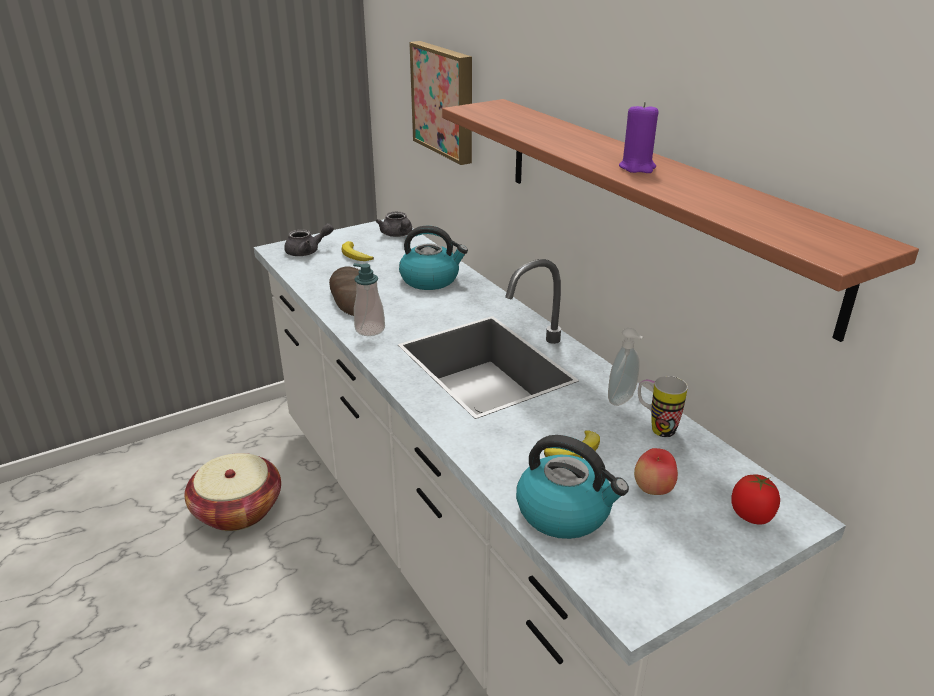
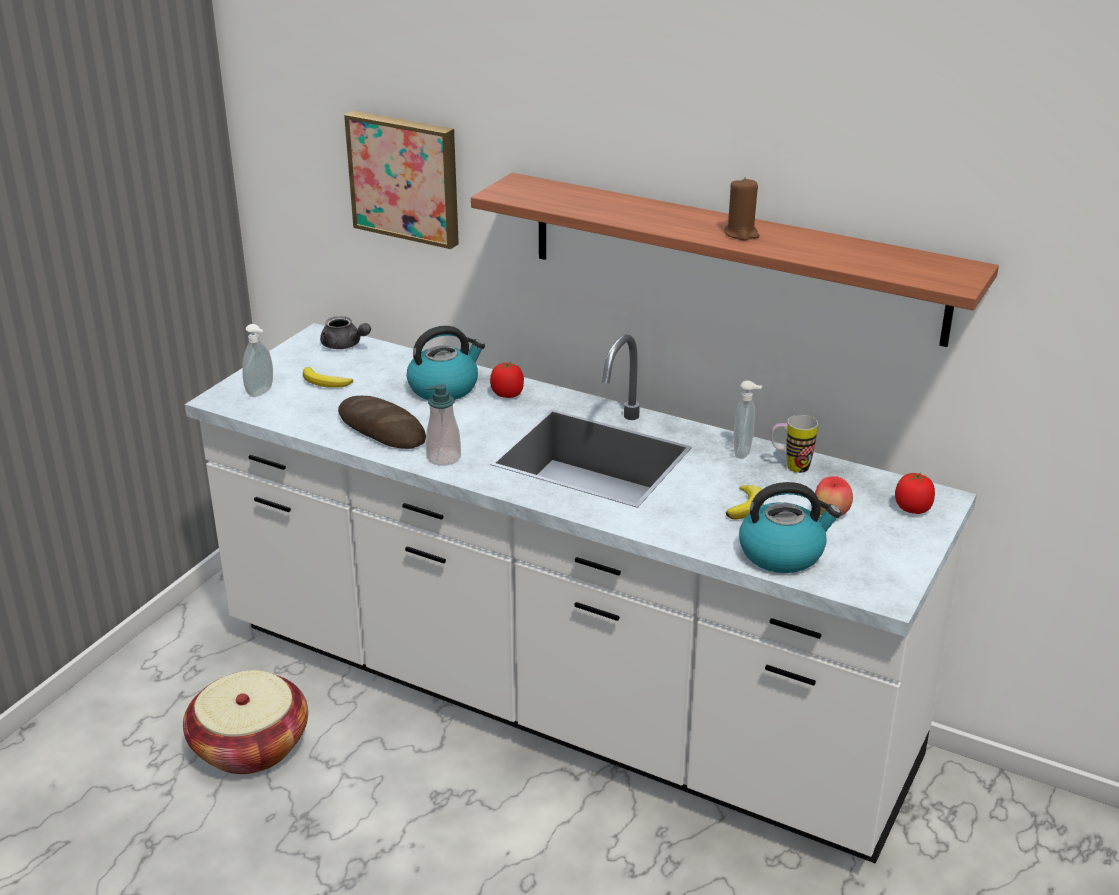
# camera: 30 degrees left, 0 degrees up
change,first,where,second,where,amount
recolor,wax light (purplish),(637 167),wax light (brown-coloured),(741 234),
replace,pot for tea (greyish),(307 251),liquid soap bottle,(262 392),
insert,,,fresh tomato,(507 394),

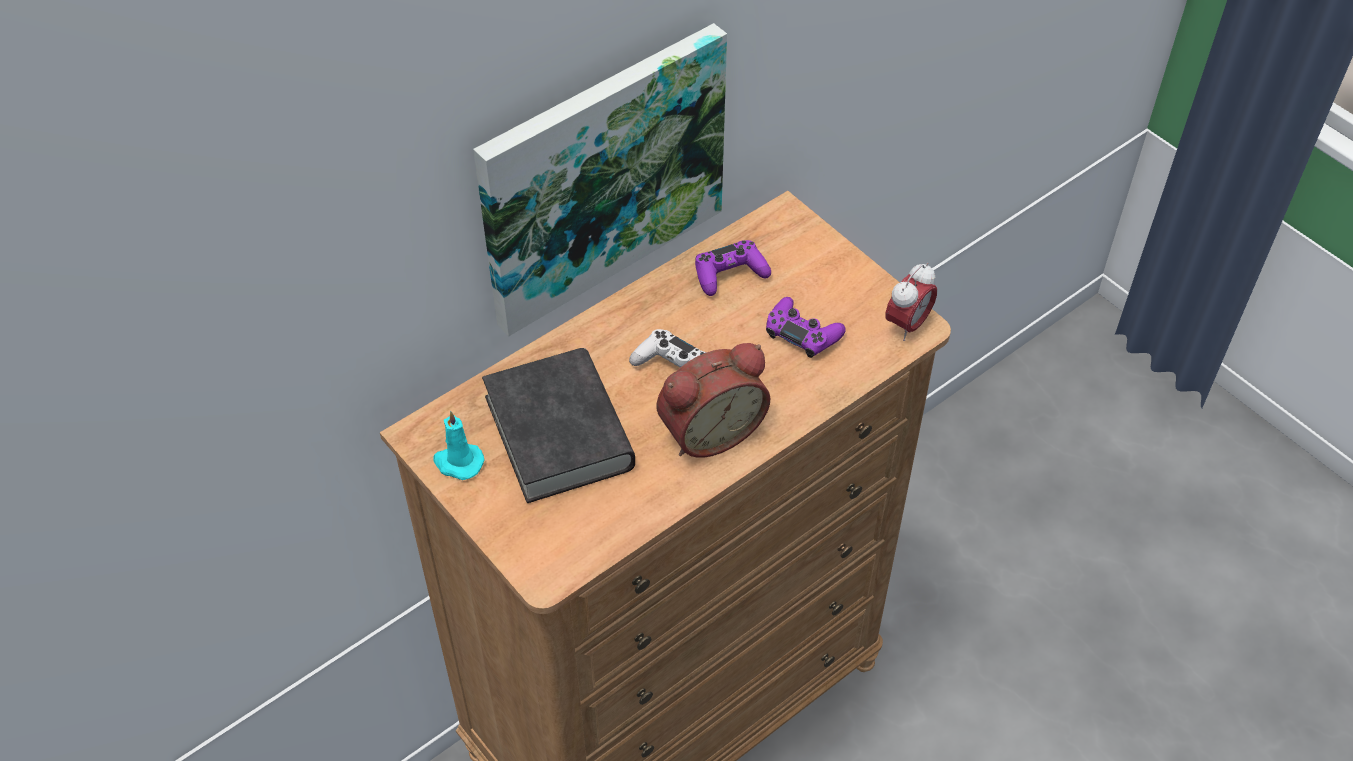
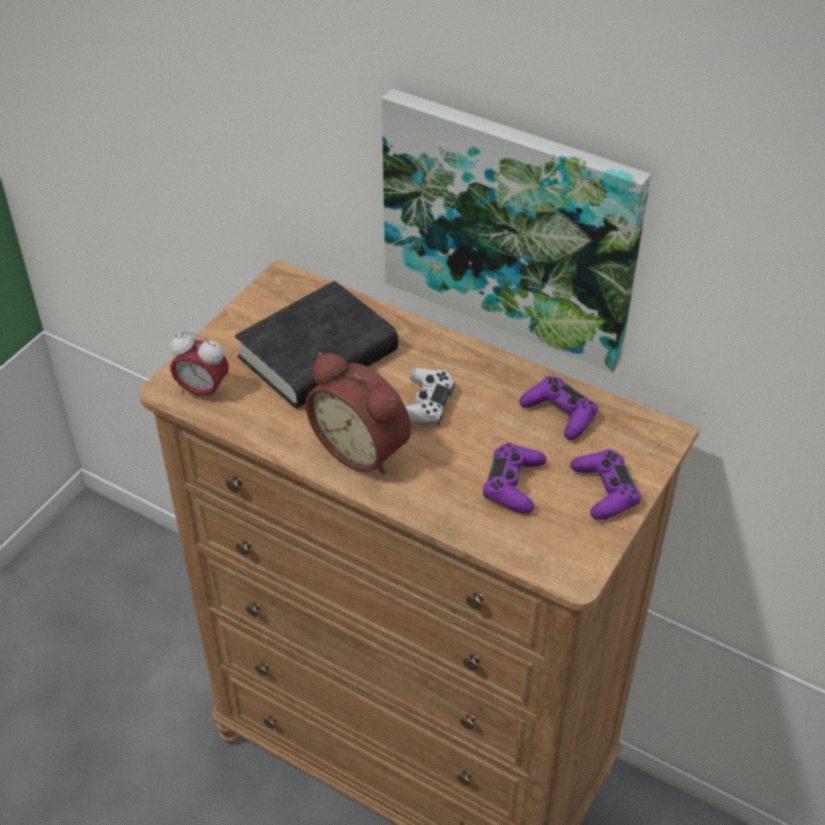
# camera: 70 degrees right, 5 degrees down
change,first,where,second,where,amount
move,bedside clock,(907 325),,(203 391),
delete,wax light (turquoise-coloured),(458 462),,,
insert,,,game controller (purplish),(604 491),

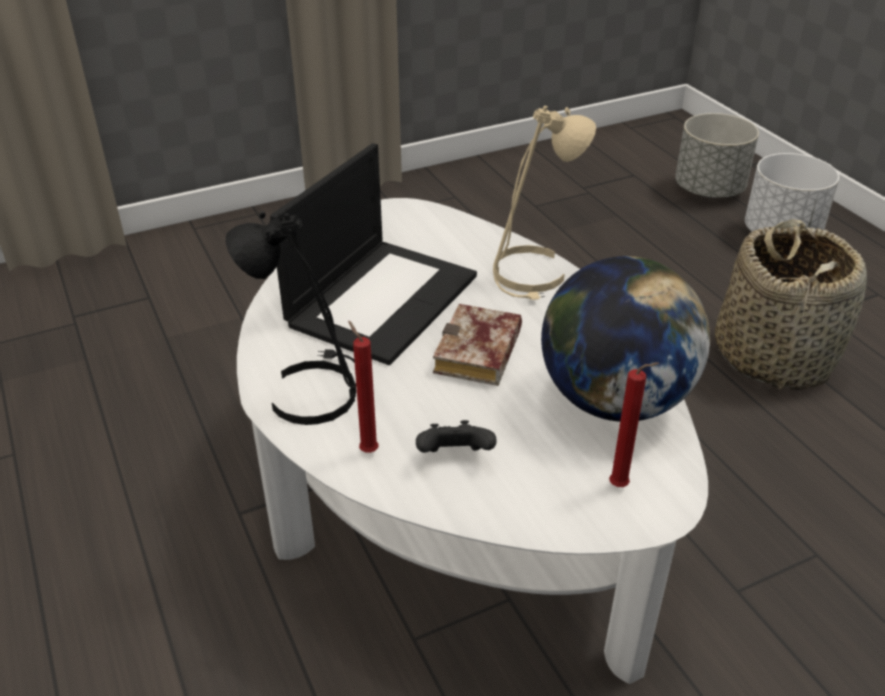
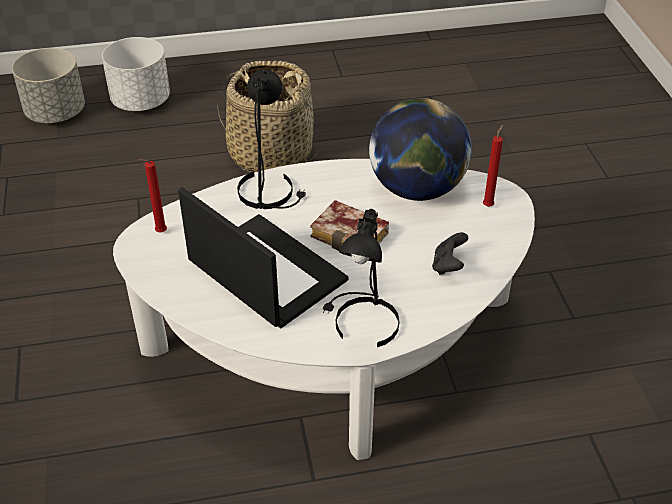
# camera: 75 degrees left, 5 degrees up
change,first,where,second,where,amount
recolor,table lamp (sand-coloured),(531 274),table lamp (blackish),(269 191),
move,wax light (red),(367 450),,(159 232),

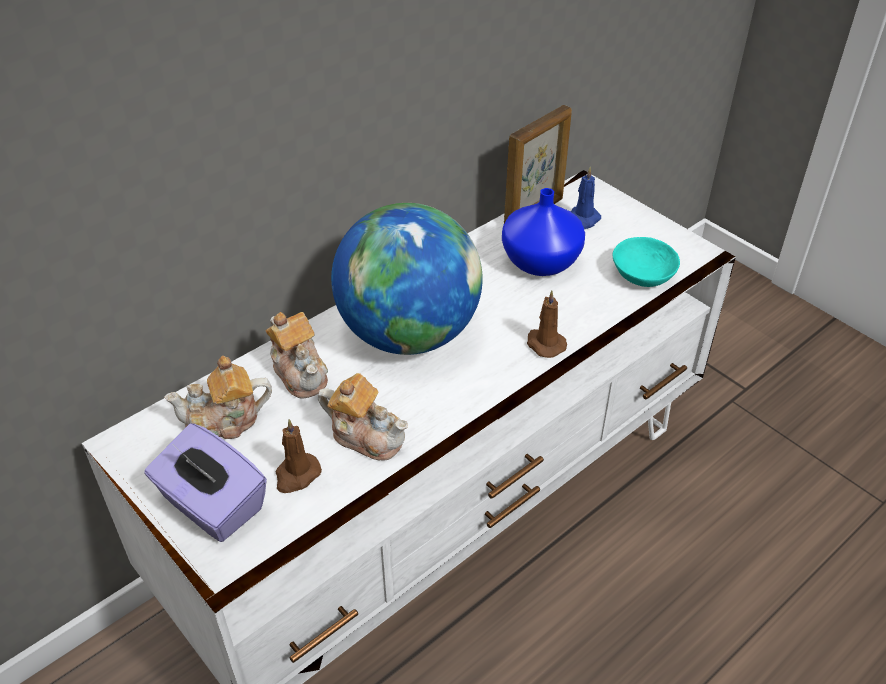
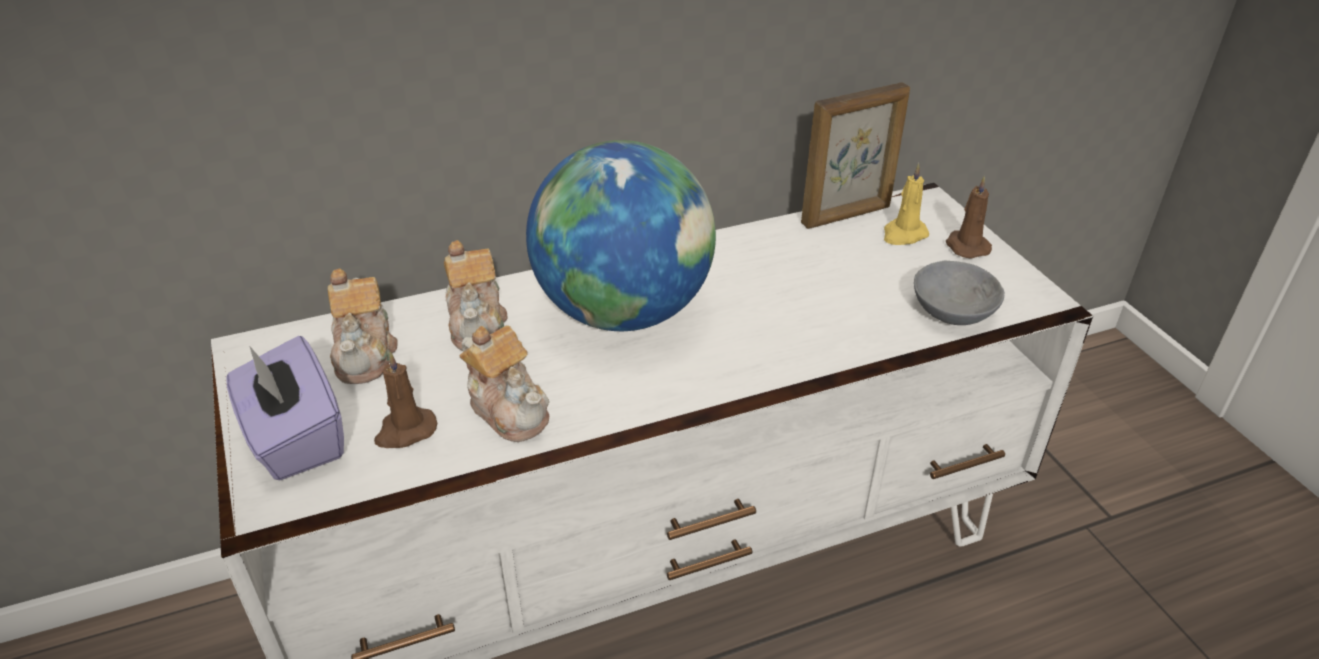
# camera: 20 degrees right, 5 degrees down
change,first,where,second,where,amount
recolor,wax light (bluish),(582 220),wax light (yellow-coloured),(903 235),
delete,flower vase (bluish),(539 262),,,
recolor,bowl (turquoise-coloured),(640 274),bowl (greyish),(949 309),
move,wax light (brown-coloured),(544 344),,(966 246),
rotate,pot for tea,(224 421),,(366 354),105 degrees counterclockwise

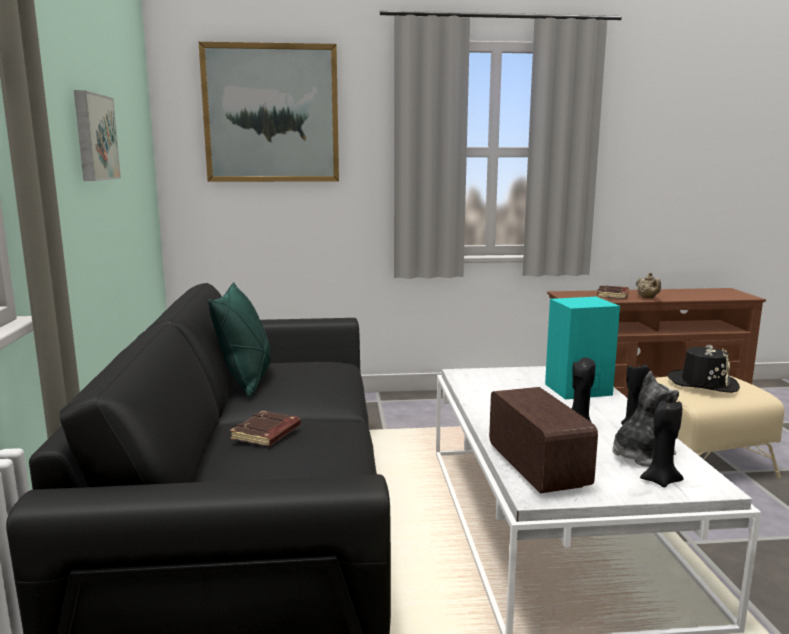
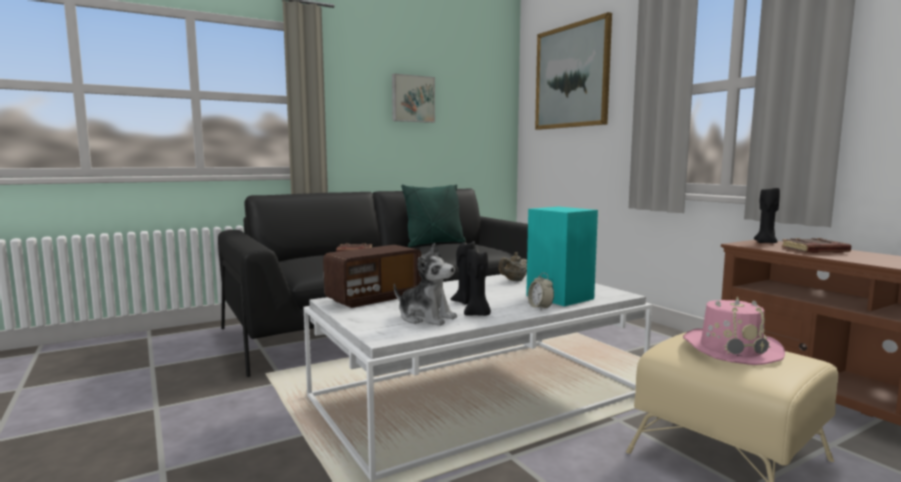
# camera: 65 degrees right, 5 degrees down
change,first,where,second,where,amount
move,pot for tea (sand-coloured),(647 298),,(514 280),
recolor,wearable hat (blackish),(703 383),wearable hat (pinkish),(731 348),
move,wax light (blackish),(660 481),,(766 242),
insert,,,bedside clock,(540 308),

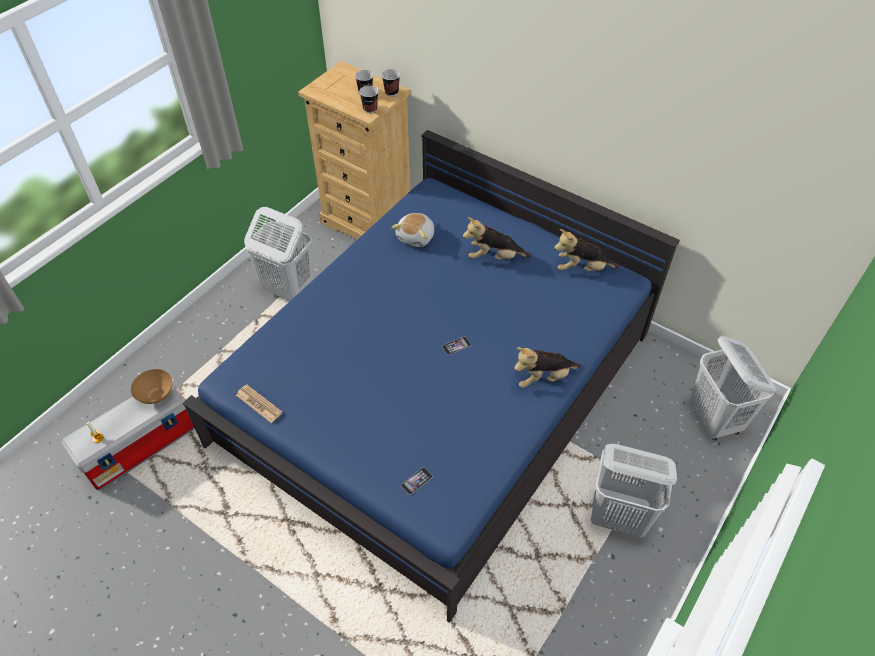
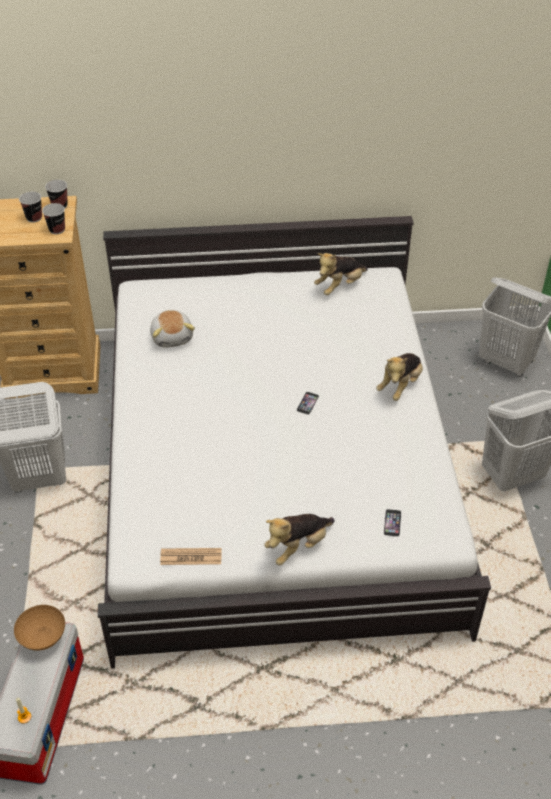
# camera: 40 degrees left, 5 degrees down
change,first,where,second,where,amount
recolor,bed (bluish),(438 387),bed (white),(275 472),
move,soft toy,(494 257),,(298 546),

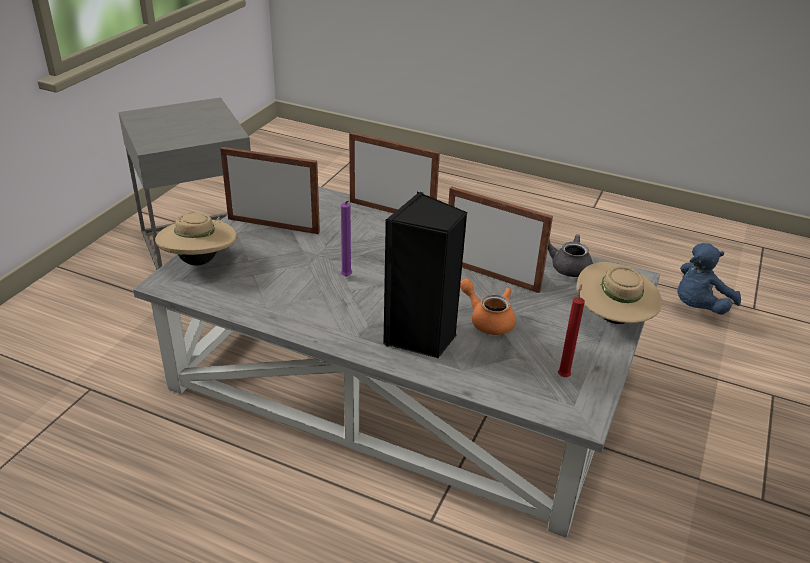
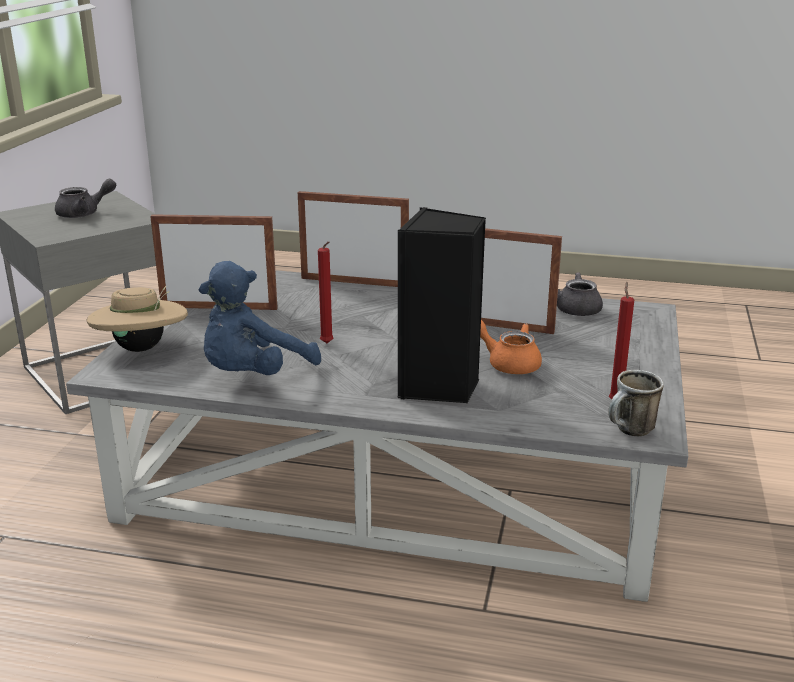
# camera: 10 degrees left, 10 degrees down
change,first,where,second,where,amount
recolor,wax light (purplish),(347 277),wax light (red),(327 344),
move,soft toy (bluish),(698 307),,(253 375),
delete,wearable hat (sand-coloured),(613 319),,,
insert,,,pot for tea (greyish),(84 213),
insert,,,coffee mug,(630 432),

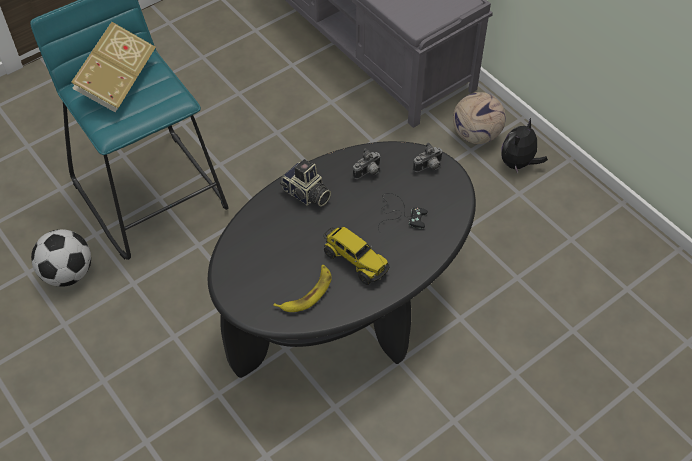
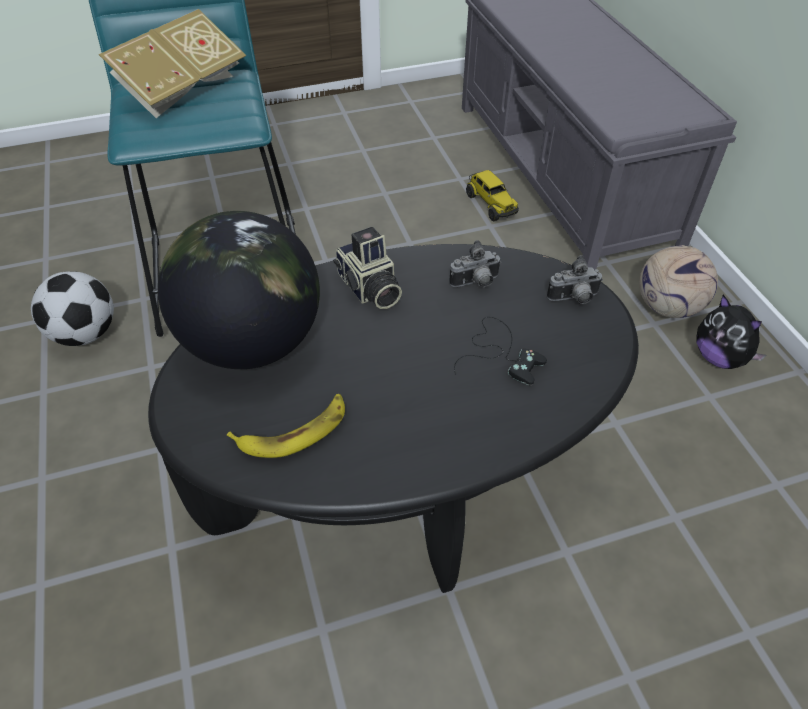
# camera: 20 degrees right, 5 degrees down
change,first,where,second,where,amount
rotate,soft toy,(518 164),,(719 357),90 degrees counterclockwise
move,toy lorry,(355 260),,(490 204),
insert,,,world globe,(253 343),

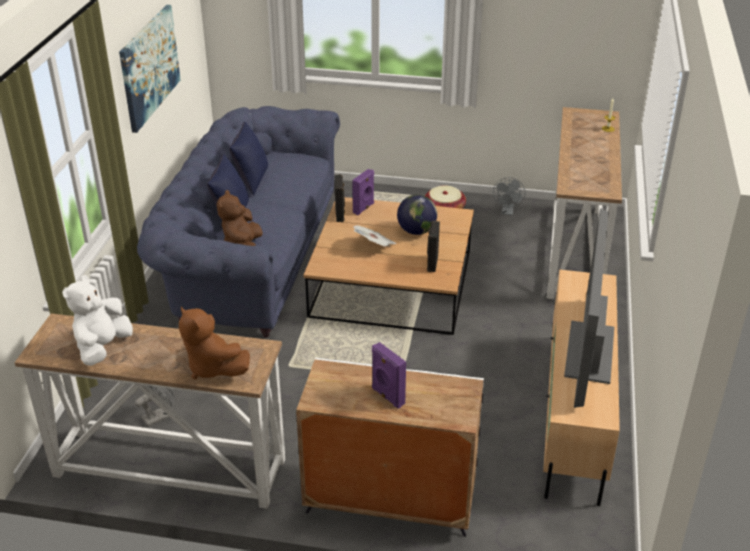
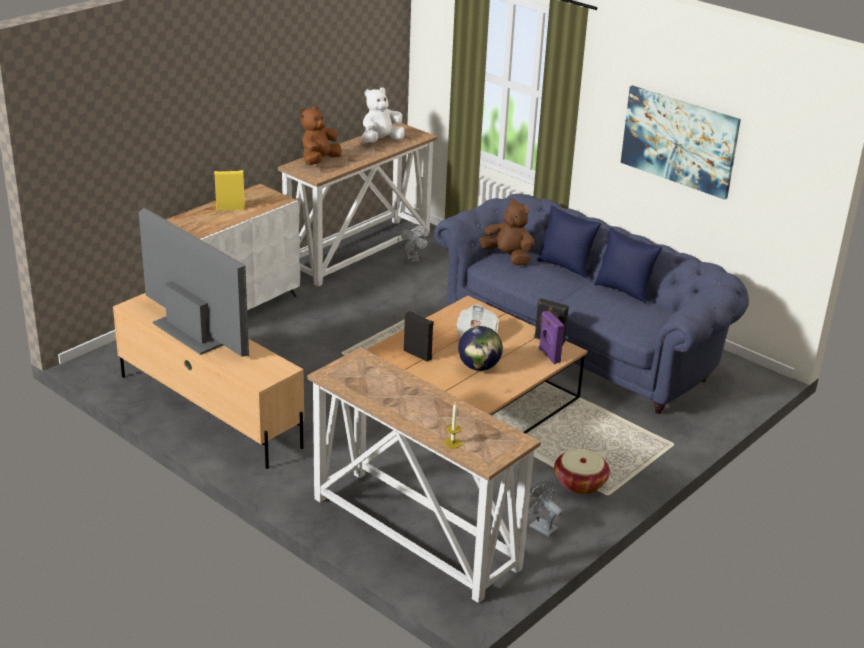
# camera: 120 degrees right, 5 degrees down
change,first,where,second,where,amount
rotate,soft toy (white),(102 348),,(380 141),90 degrees counterclockwise
rotate,soft toy (brown-coloured),(212 367),,(319 161),45 degrees counterclockwise
recolor,loudspeaker (purplish),(387 396),loudspeaker (yellow-coloured),(230 208),

